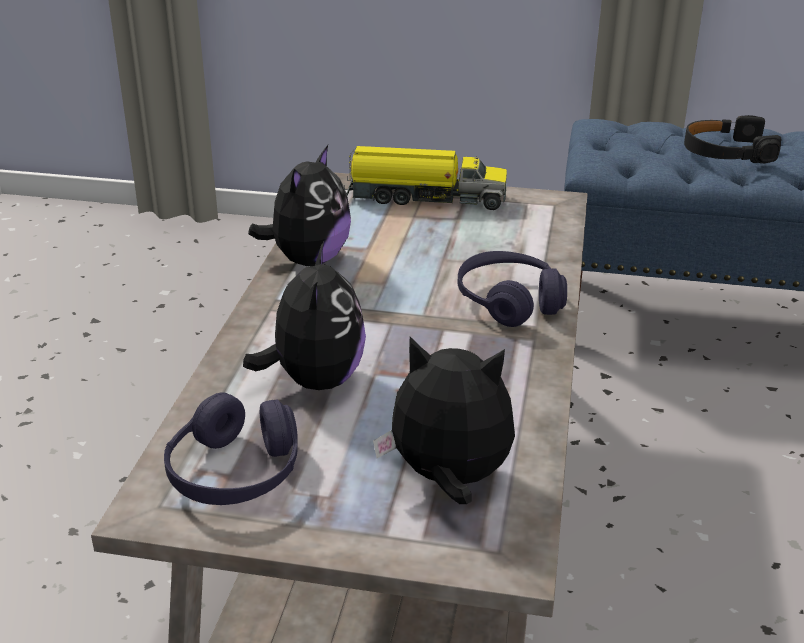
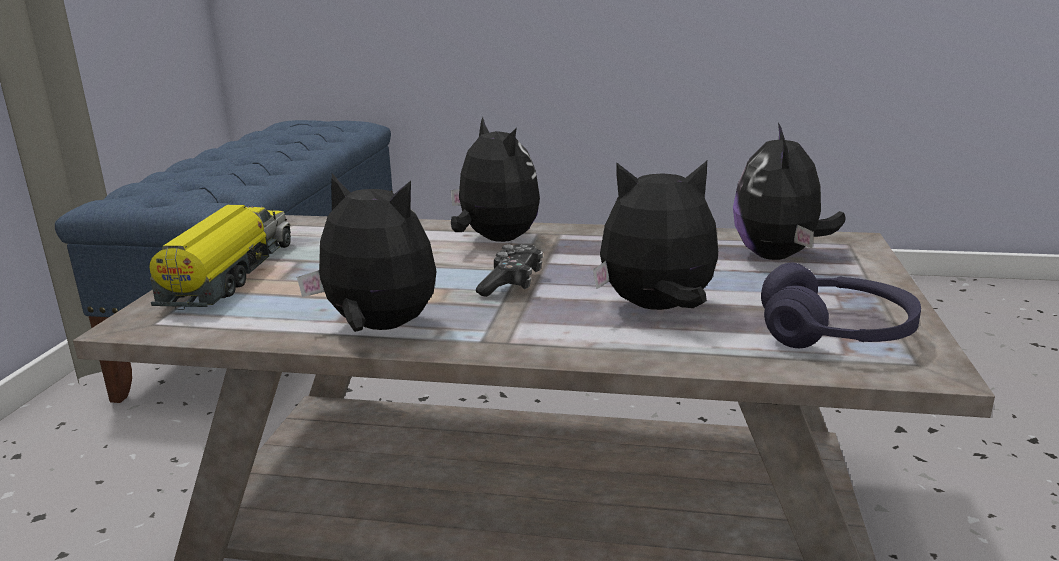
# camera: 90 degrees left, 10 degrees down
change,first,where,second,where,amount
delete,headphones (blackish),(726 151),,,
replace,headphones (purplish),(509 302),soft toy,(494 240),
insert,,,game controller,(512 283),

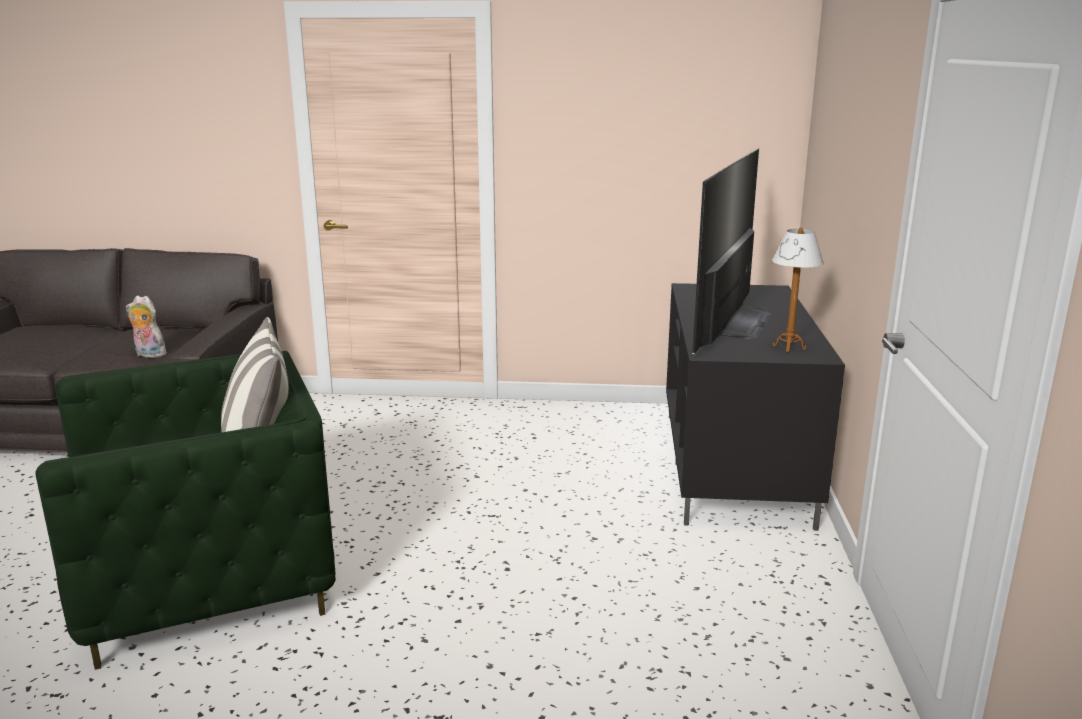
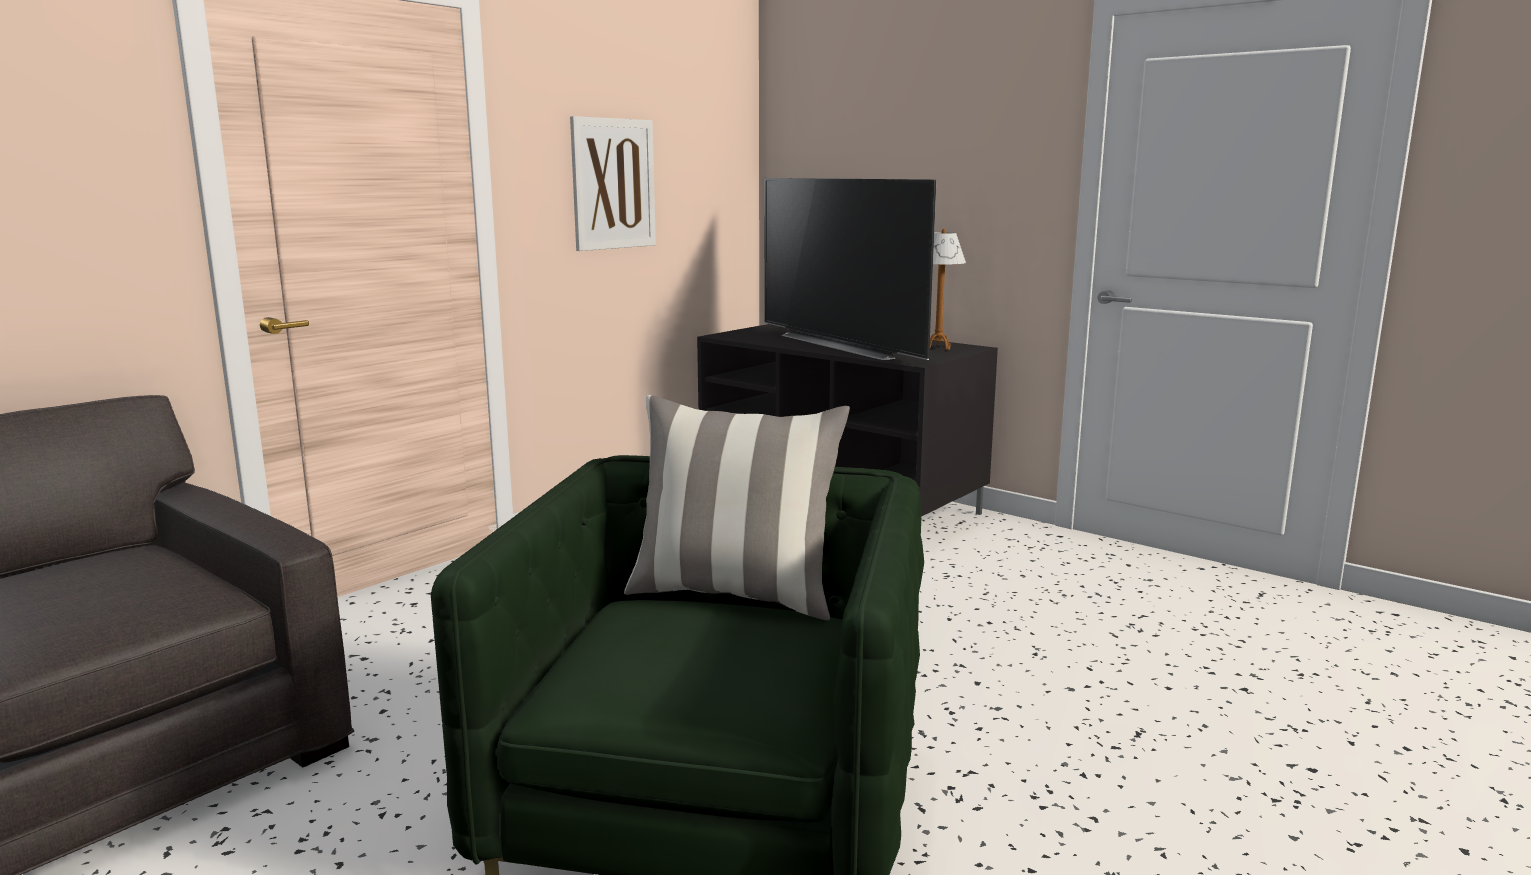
# camera: 55 degrees left, 5 degrees down
change,first,where,second,where,amount
delete,soft toy,(148 355),,,
insert,,,picture,(613 184),

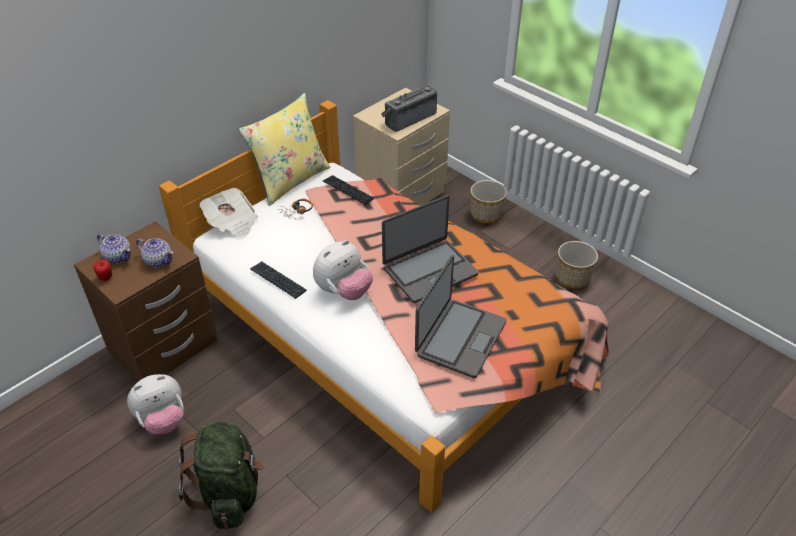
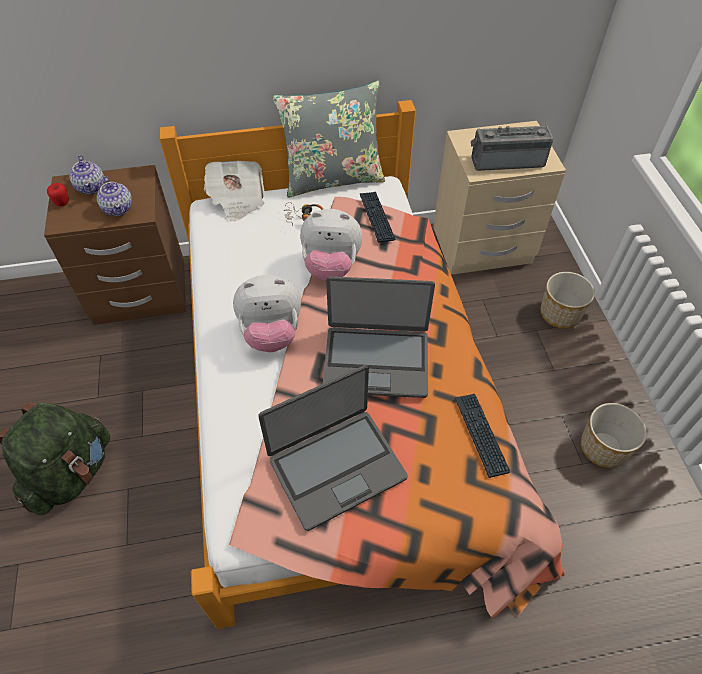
# camera: 35 degrees right, 10 degrees up
change,first,where,second,where,amount
recolor,throw pillow (yellow-coloured),(290 180),throw pillow (greyish),(333 178),
move,computer keyboard,(278 280),,(481 434),
move,soft toy,(163 420),,(331 267),

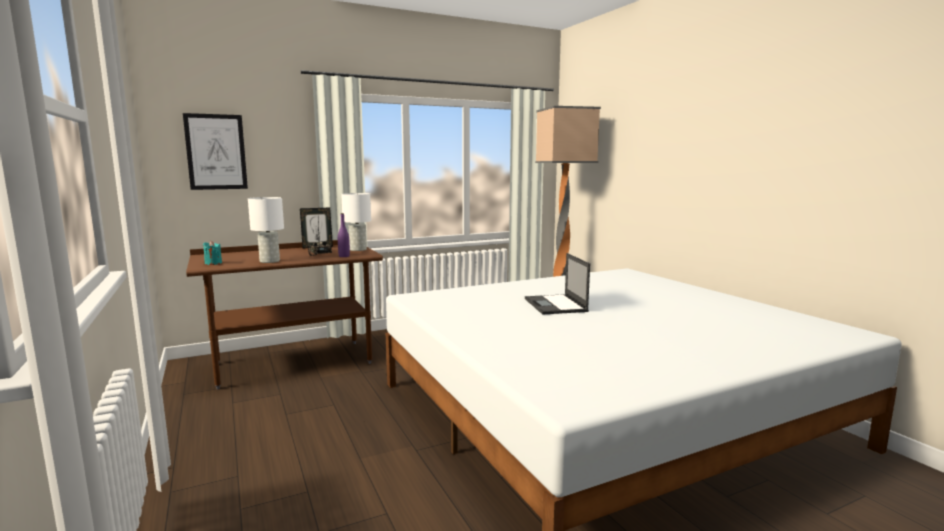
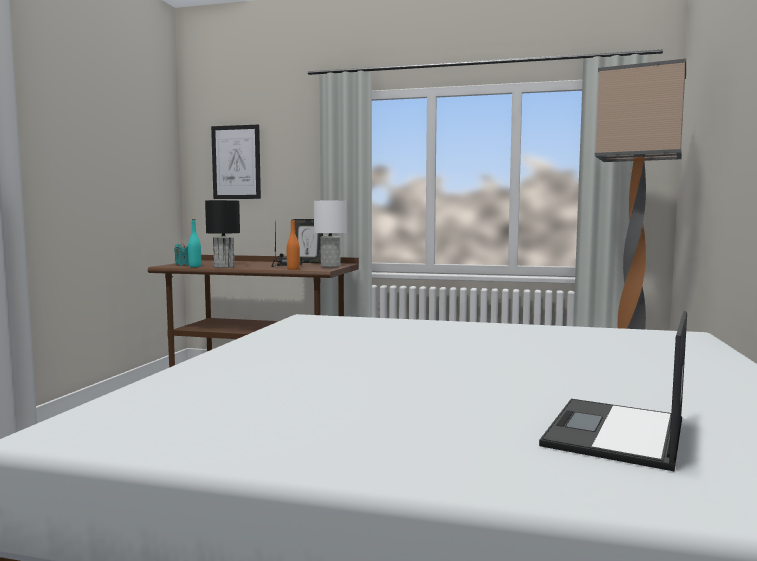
# camera: 40 degrees right, 5 degrees down
change,first,where,second,where,amount
recolor,table lamp (white),(270 261),table lamp (blackish),(224 267),
recolor,drink bottle (purplish),(344 256),drink bottle (orange),(293 269),
move,portable computer,(556 305),,(615 434),
insert,,,drink bottle (turquoise-coloured),(195 266),

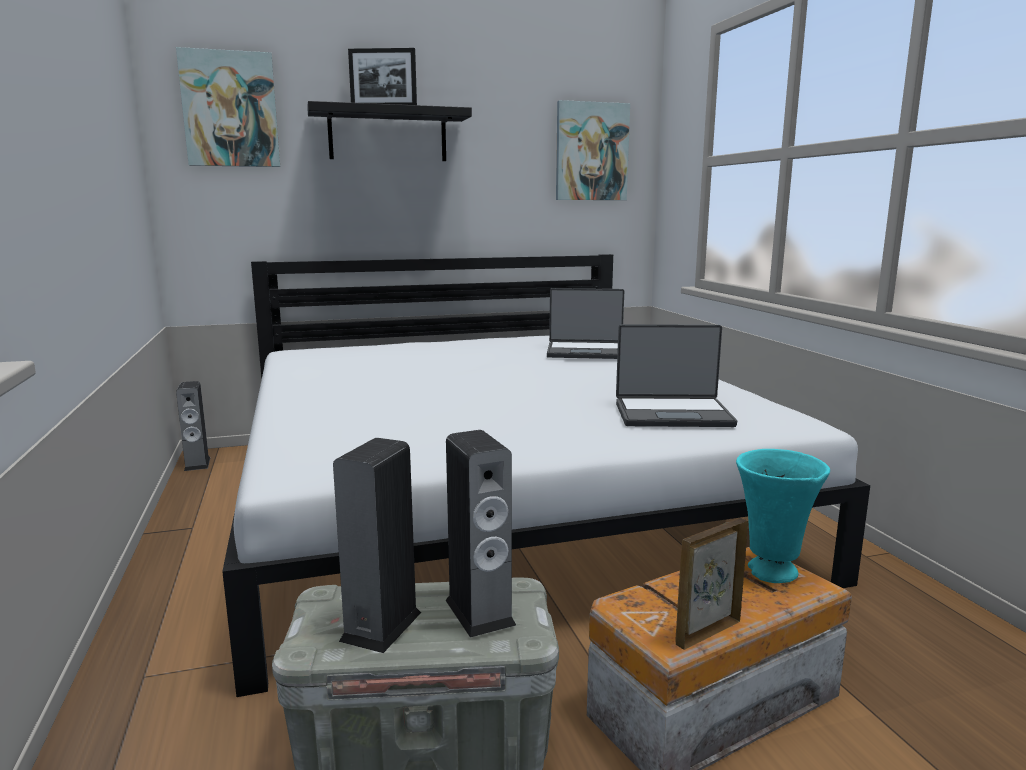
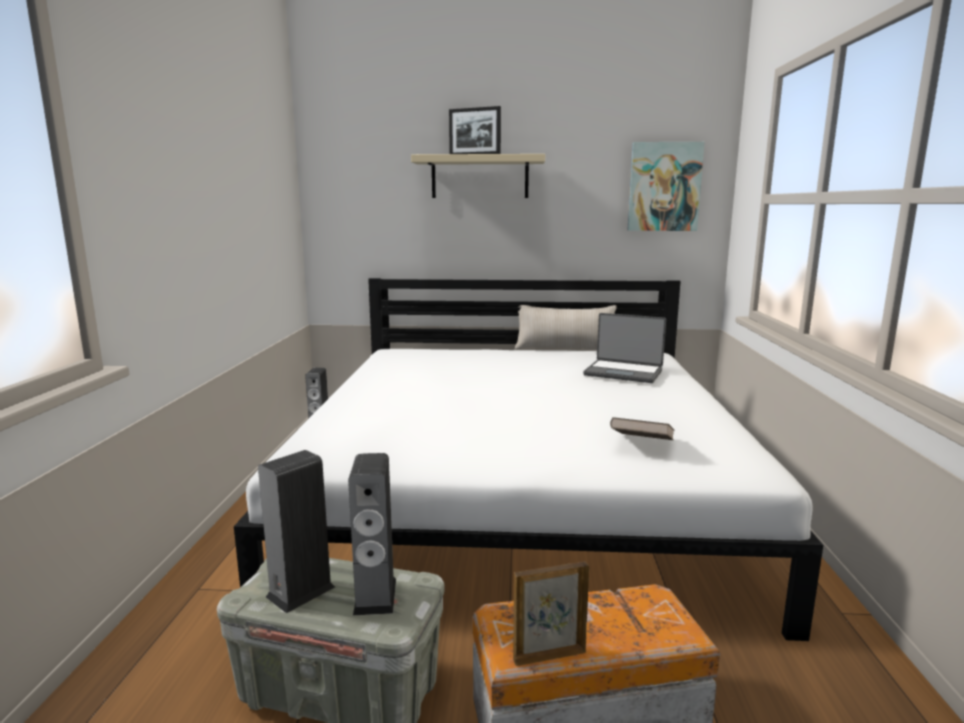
# camera: 20 degrees right, 0 degrees up
change,first,where,second,where,amount
delete,picture,(230 109),,,
recolor,wall shelf (blackish),(388 135),wall shelf (sand-coloured),(480 177),
replace,portable computer,(672 414),bound book (brown-coloured),(642 446),
delete,flower vase (turquoise-coloured),(771 572),,,
insert,,,throw pillow (sand-coloured),(564 349),

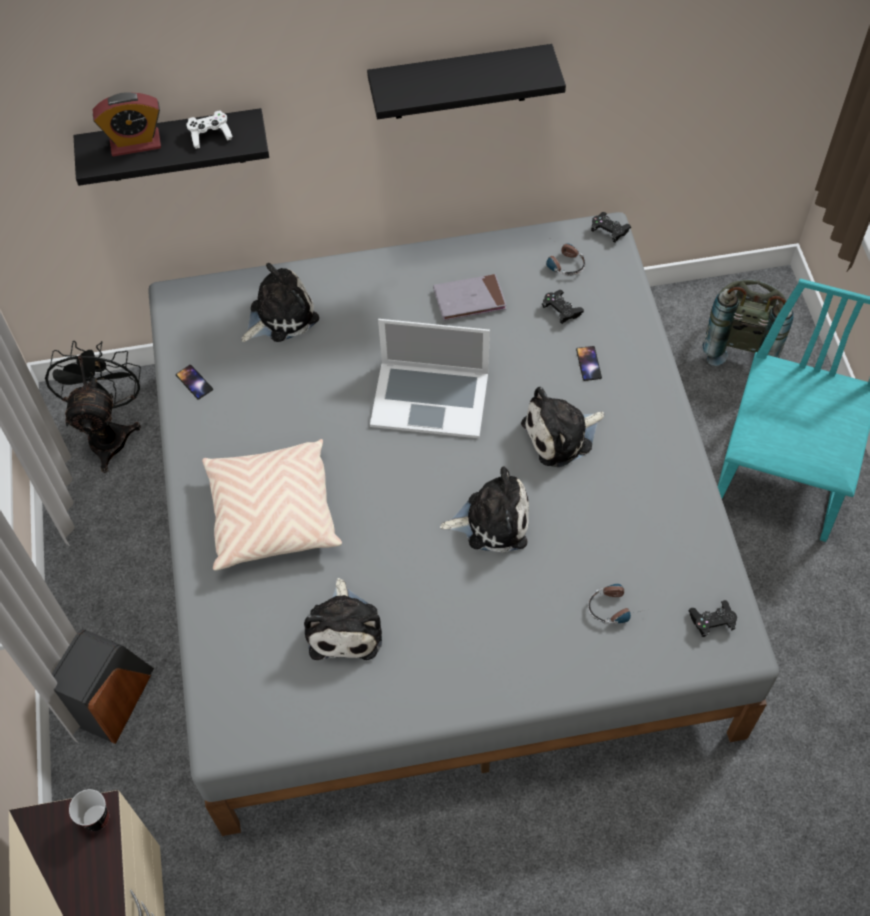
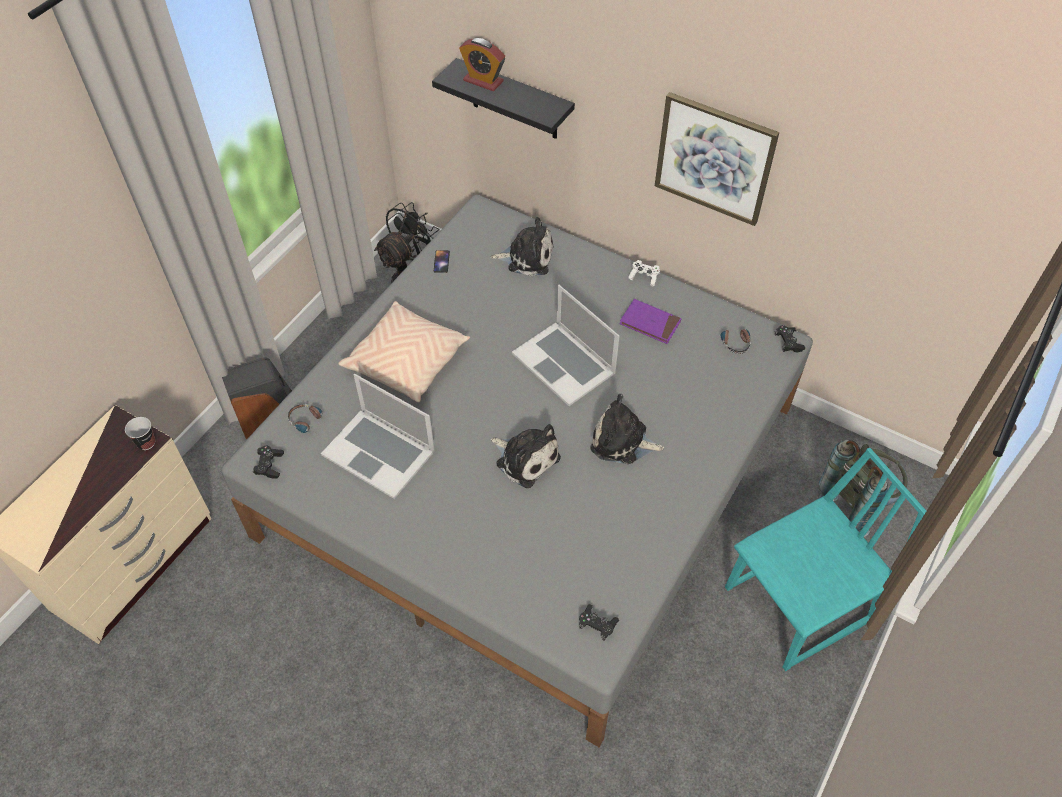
# camera: 40 degrees right, 5 degrees down
change,first,where,second,where,amount
replace,wall shelf (blackish),(460 82),picture,(714 158),
move,game controller (white),(210 135),,(644 277),
recolor,bound book (greyish),(469 300),bound book (purplish),(650 323),
move,game controller (blackish),(561 311),,(269 465),
delete,phone,(588 363),,,
replace,soft toy,(345 627),portable computer,(379 452),
move,headphones,(616 607),,(309 422),

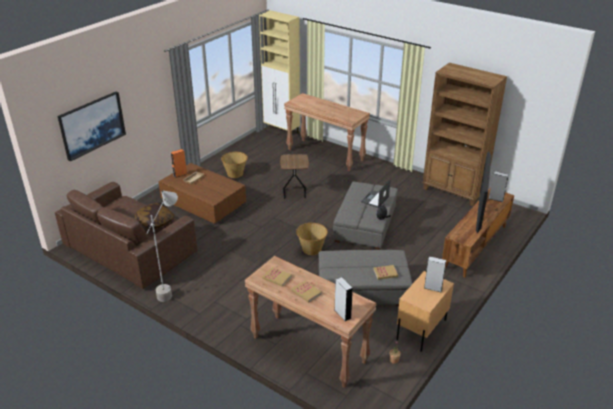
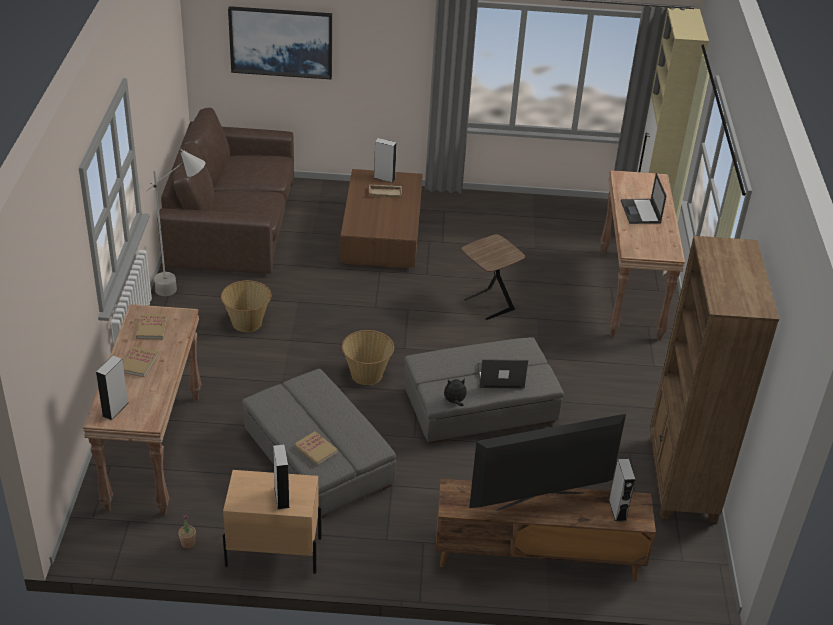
# camera: 55 degrees right, 5 degrees up
change,first,where,second,where,amount
recolor,loudspeaker (orange),(180 174),loudspeaker (greyish),(384 178),
move,storage basket,(235 174),,(247 323),
delete,throw pillow,(155 221),,,
insert,,,portable computer,(641 212),

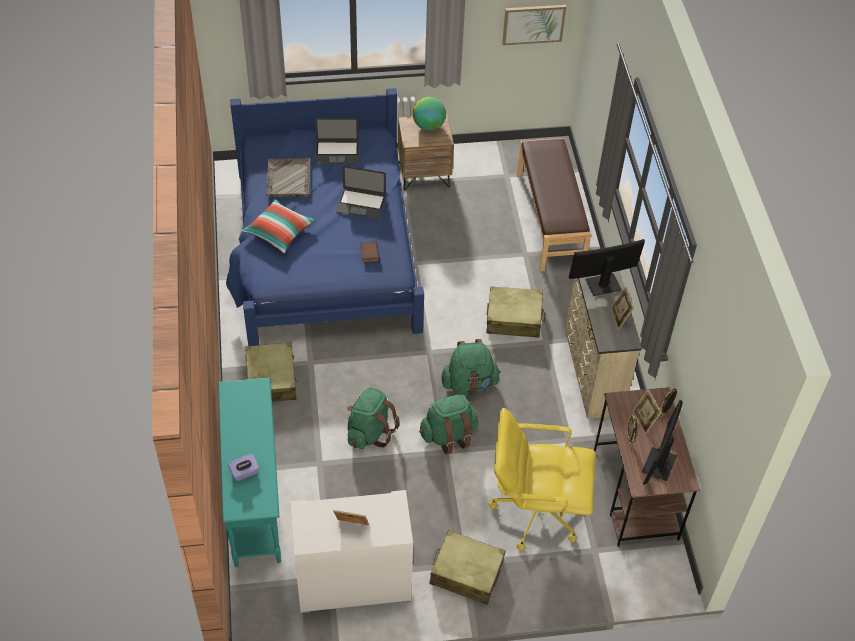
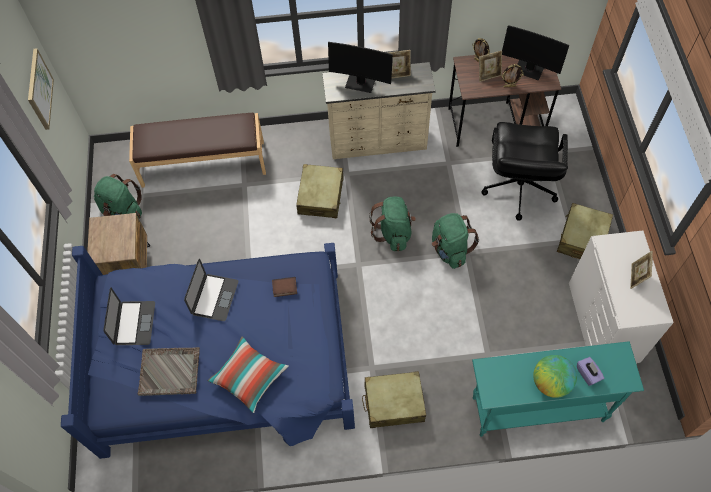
# camera: 85 degrees left, 10 degrees up
change,first,where,second,where,amount
move,world globe,(428 126),,(551 383),
rotate,computer display,(602 285),,(360 82),60 degrees counterclockwise
move,rucksack (greenish),(369 432),,(123 211),
recolor,office chair (yellow-coloured),(535 510),office chair (blackish),(518 189),

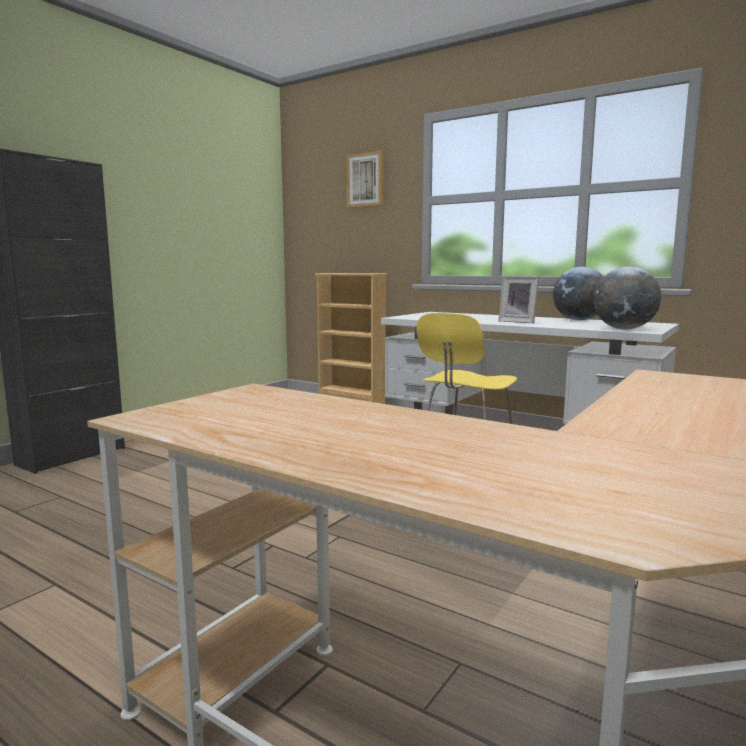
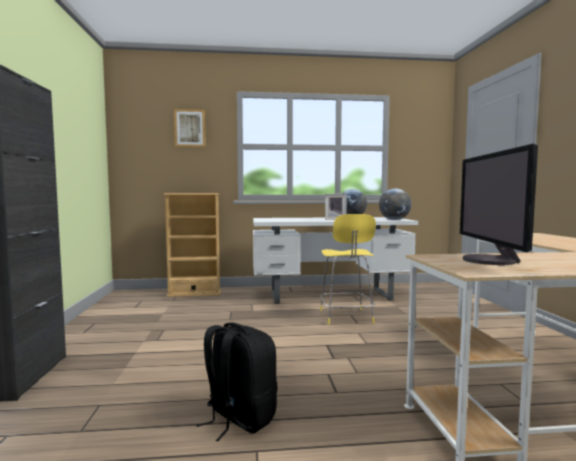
# camera: 40 degrees left, 5 degrees down
change,first,where,second,where,amount
insert,,,computer display,(490 261),
insert,,,rucksack (blackish),(238 418),

